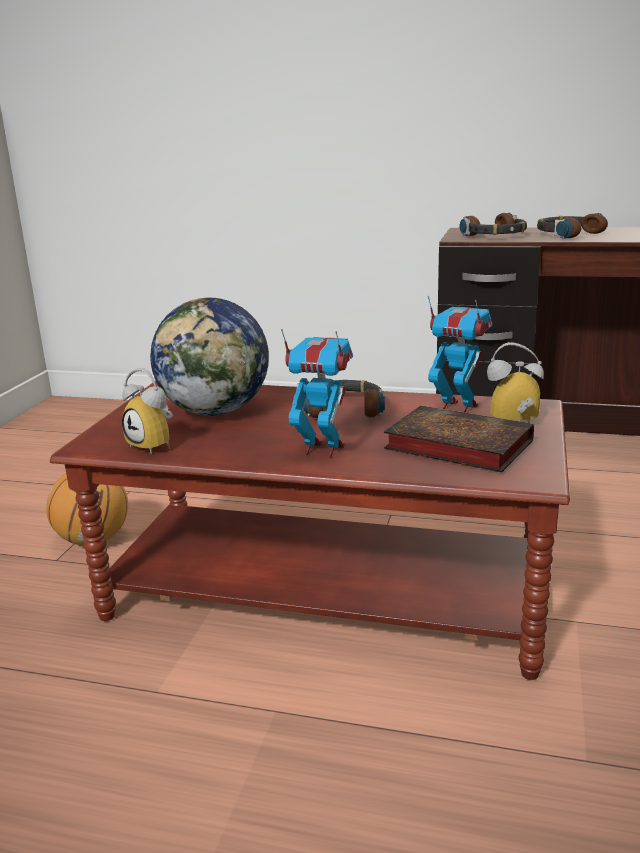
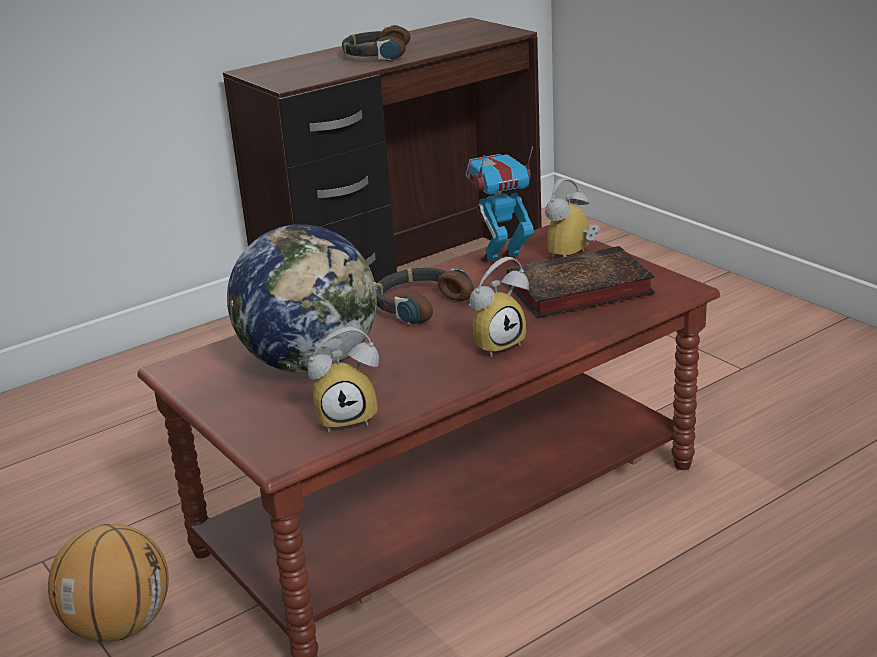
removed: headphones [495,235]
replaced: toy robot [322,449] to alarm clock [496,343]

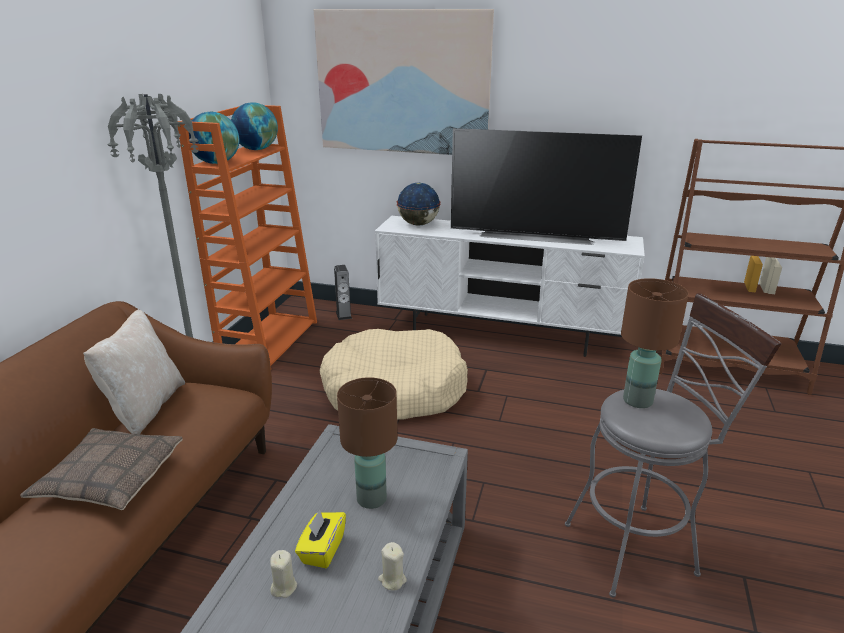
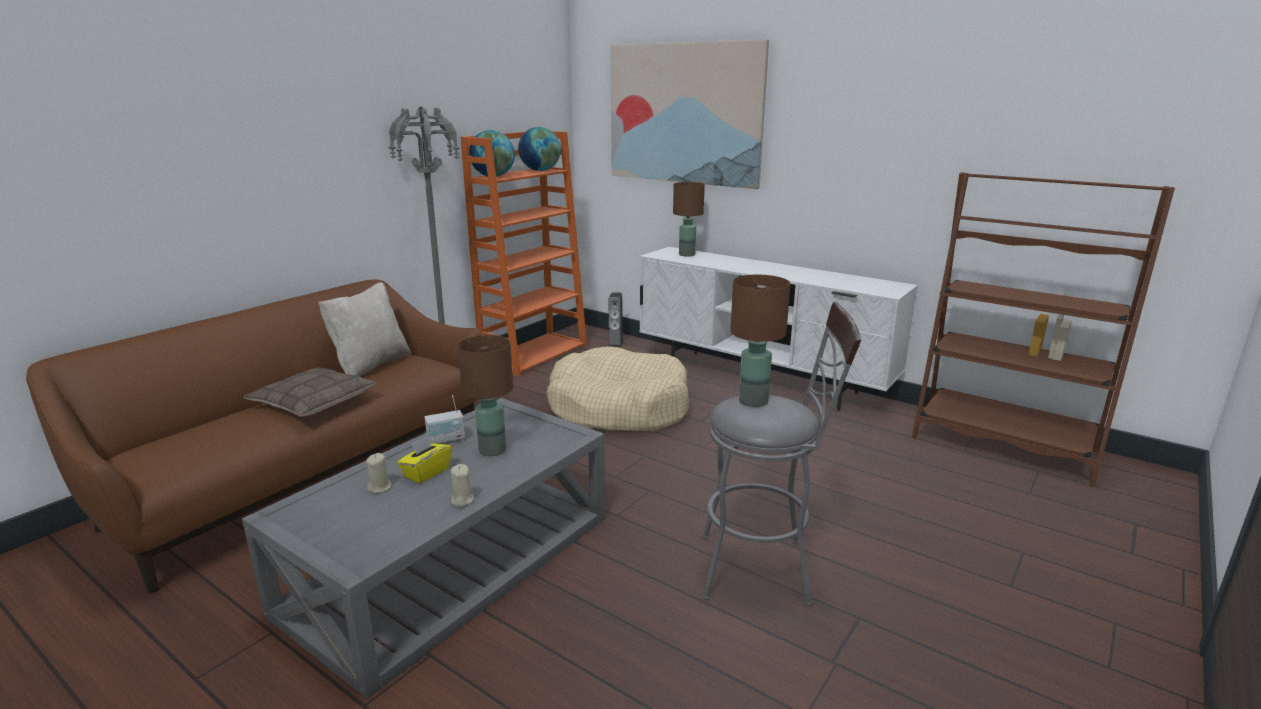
removed: television [536,236]
added: radio [446,439]
replaced: globe [418,224] to brown table lamp [686,255]

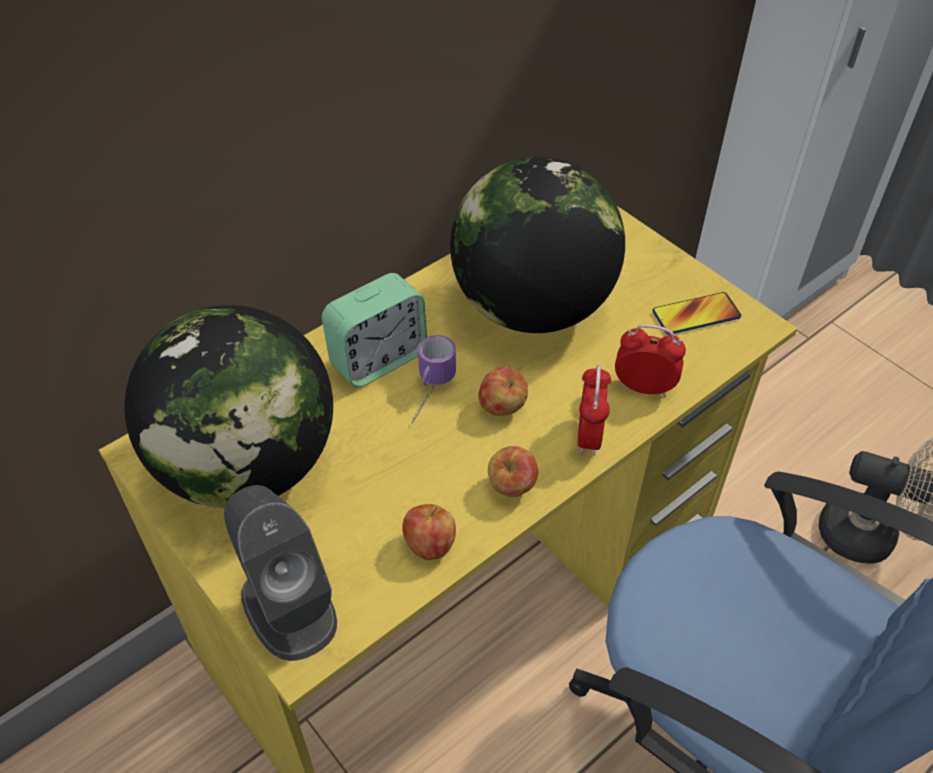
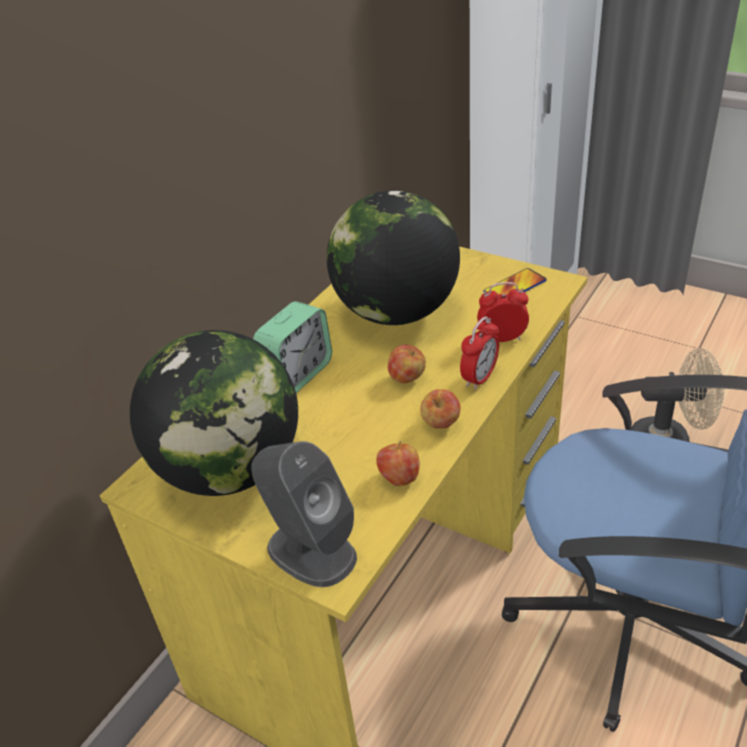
removed: mug [428,395]
turned: alarm clock [589,436] = [479,378] 45 degrees clockwise

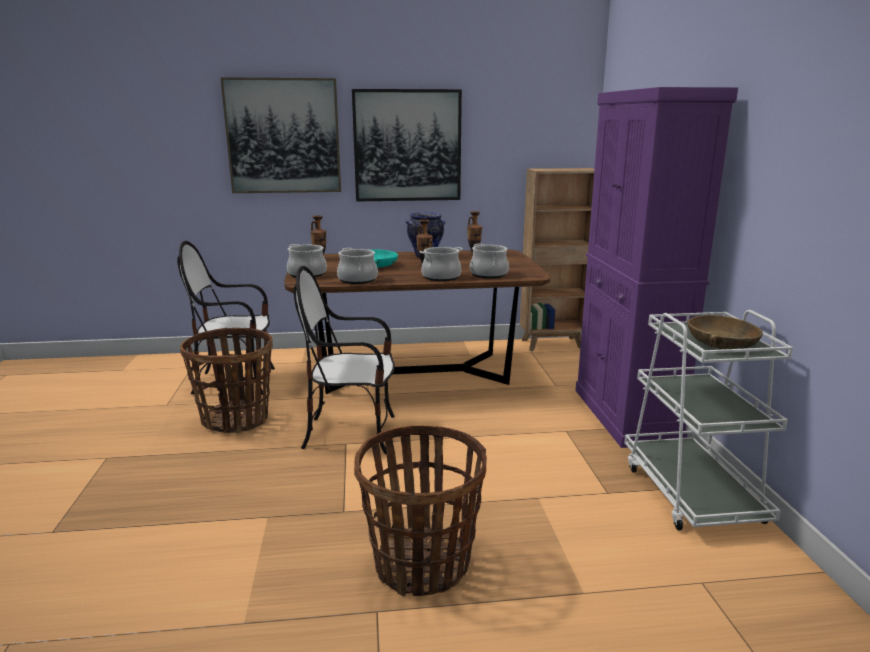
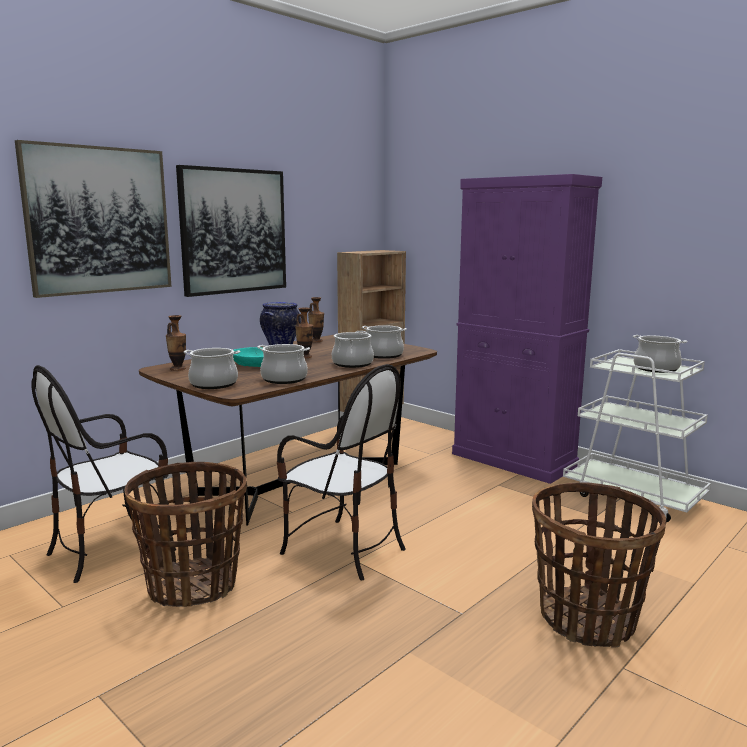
replaced: brown bowl [722,343] to cooking pot [656,368]
turned: chair [352,433] = [343,549] 105 degrees counterclockwise

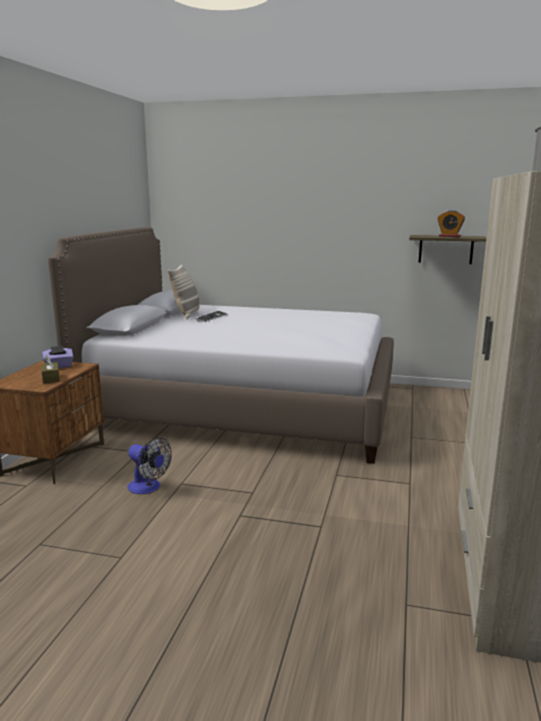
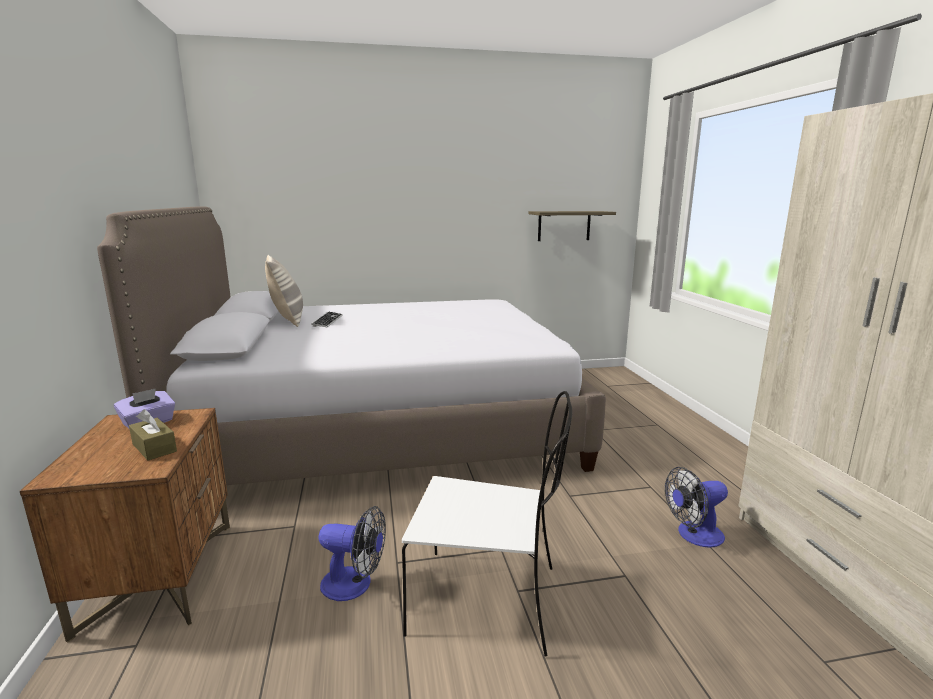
removed: alarm clock [449,236]
added: white chair [488,600]; fan [693,535]

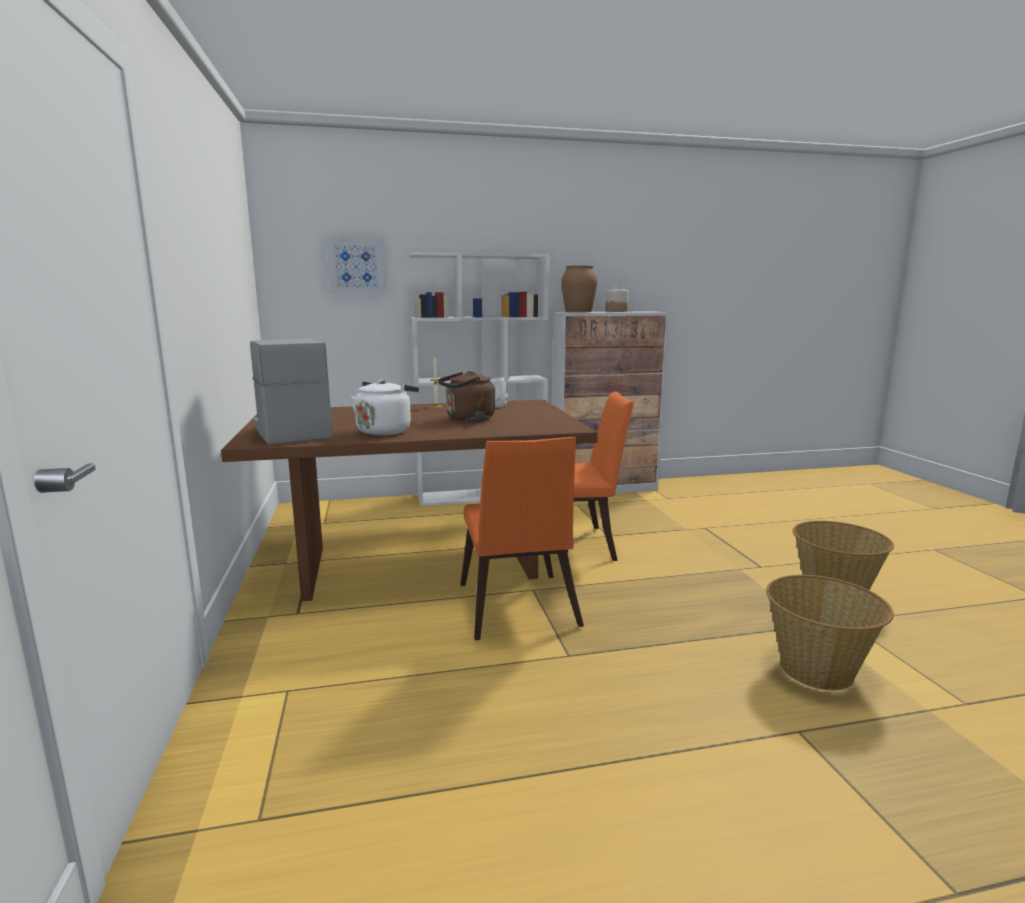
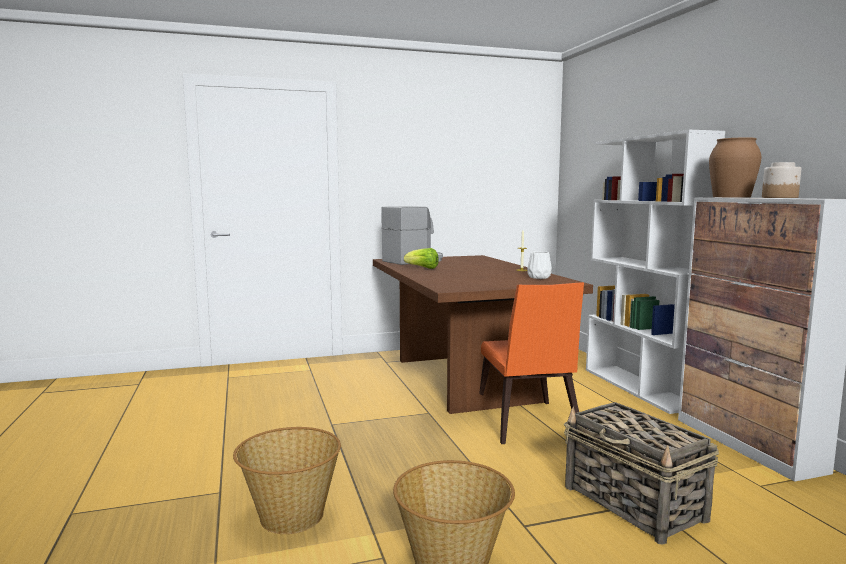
removed: picture [356,266]; brown kettle [467,419]; orange chair [517,610]
added: basket [634,504]
replaced: white kettle [385,431] to lettuce [422,268]

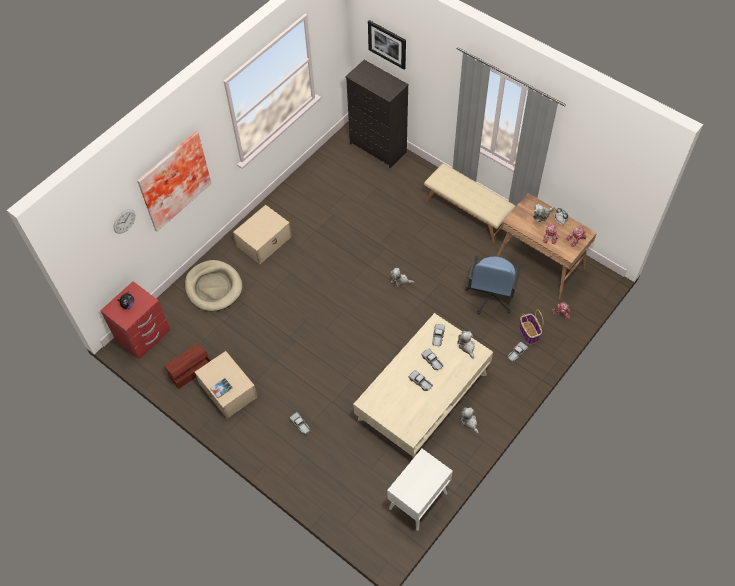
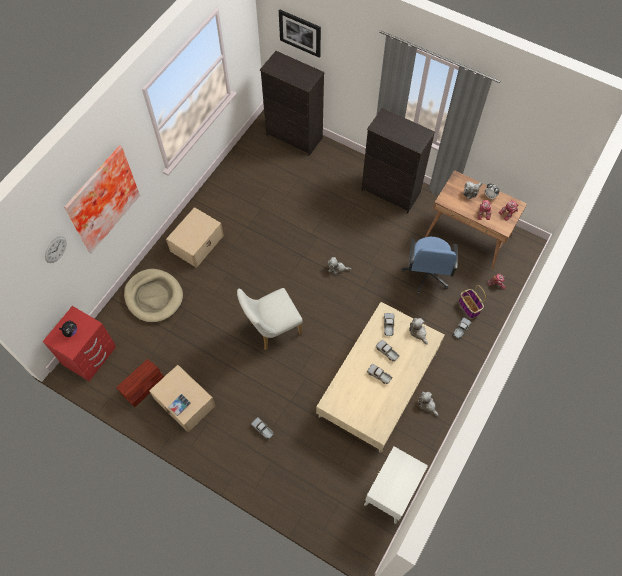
added: white chair [271,329]
replaced: beige bench [467,212] to black dresser [390,192]

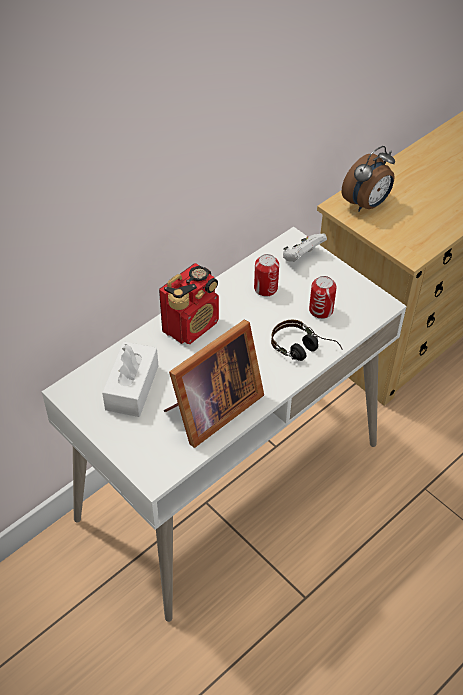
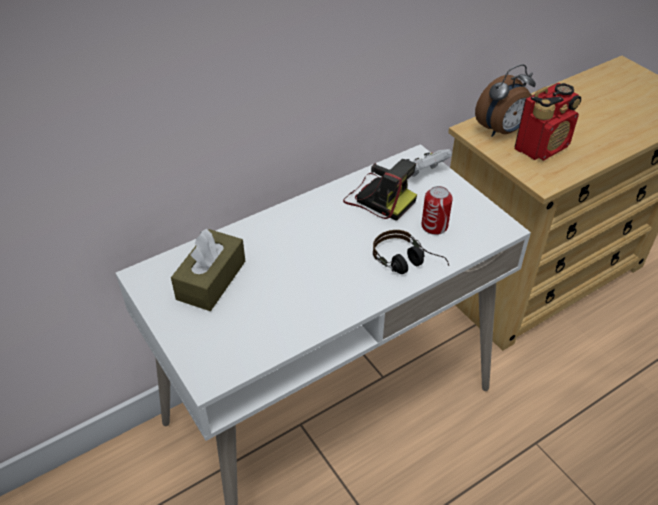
removed: picture frame [210,410]
moved: radio [191,325] to [542,147]
replaced: can [265,288] to photo camera [378,198]
recoloured: white tissue box [132,387] to brown tissue box [211,280]

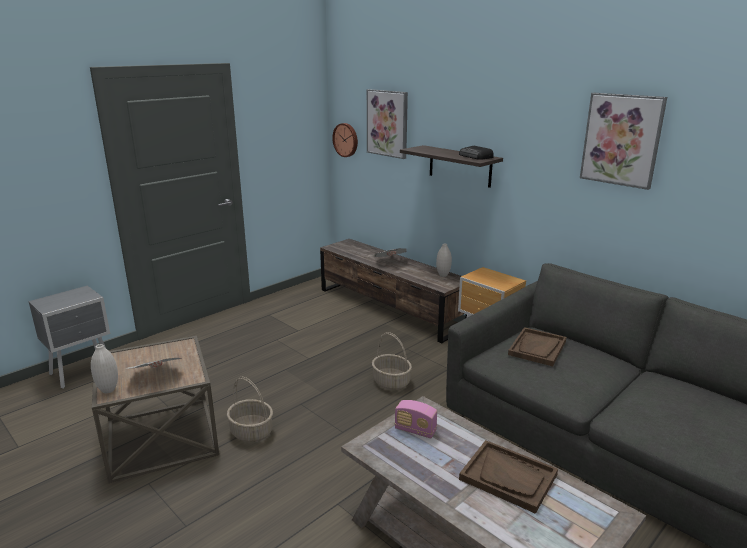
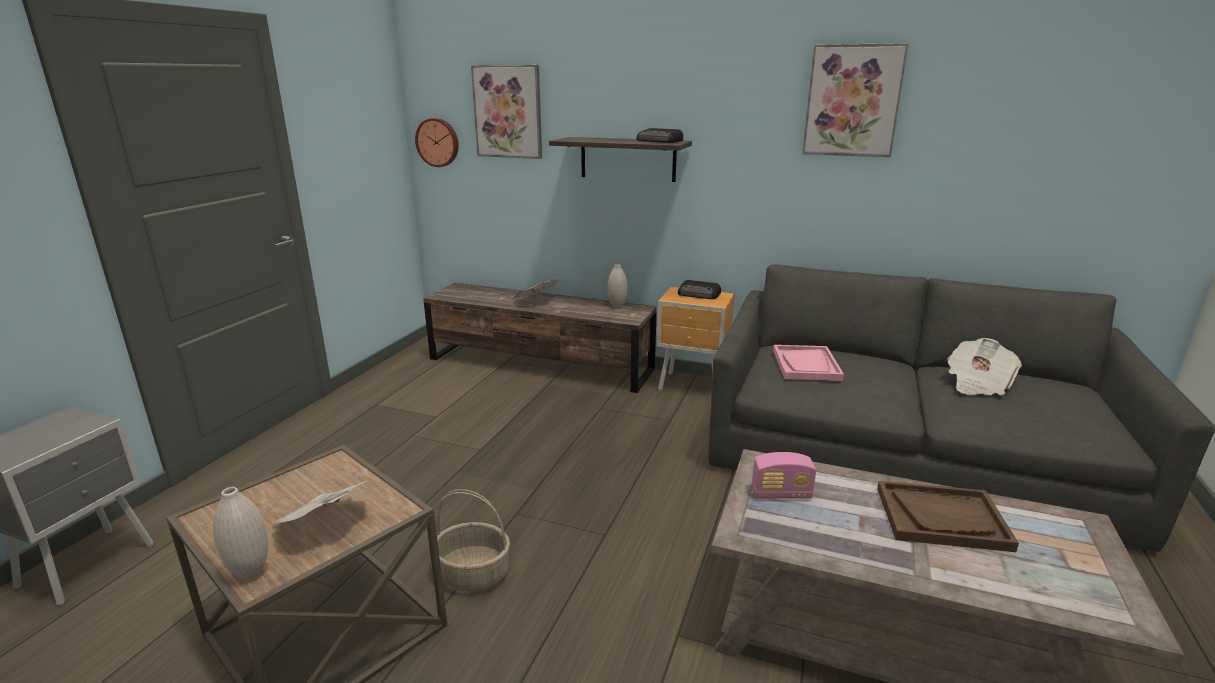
removed: basket [391,382]
added: radio [699,294]; newspaper [977,384]
recoloured: brown tray [537,348] to pink tray [806,365]

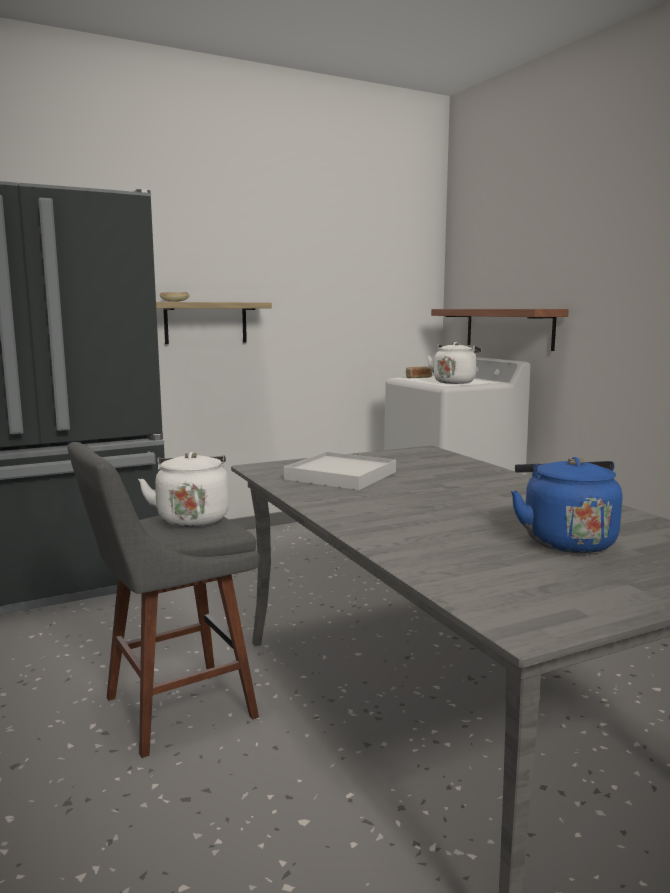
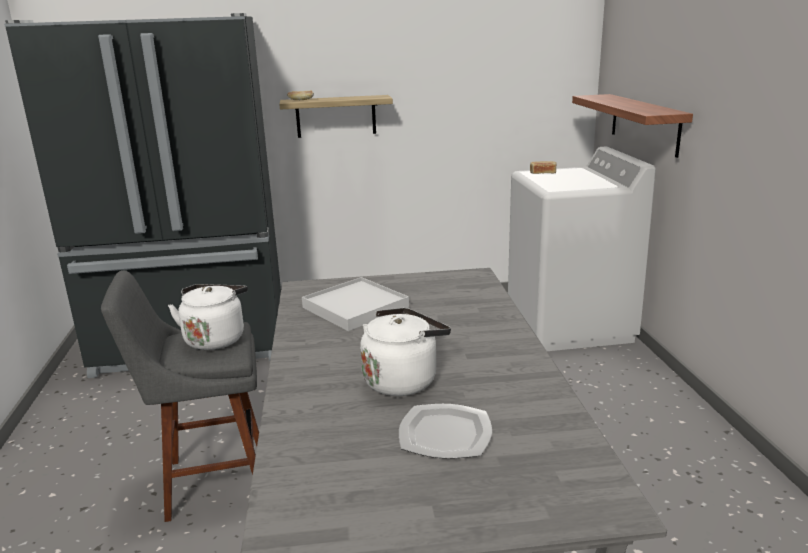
moved: white kettle [454,382] to [403,380]
replaced: blue kettle [564,541] to plate [446,434]

